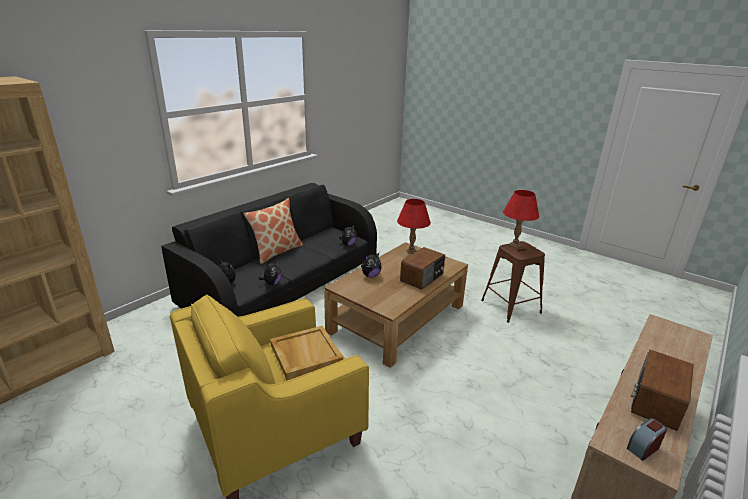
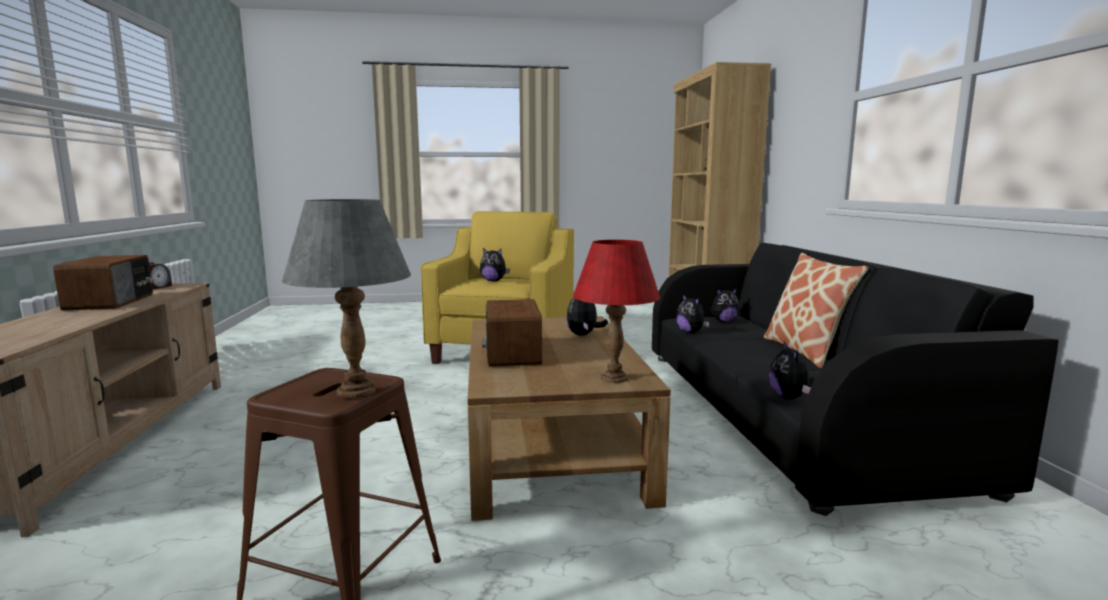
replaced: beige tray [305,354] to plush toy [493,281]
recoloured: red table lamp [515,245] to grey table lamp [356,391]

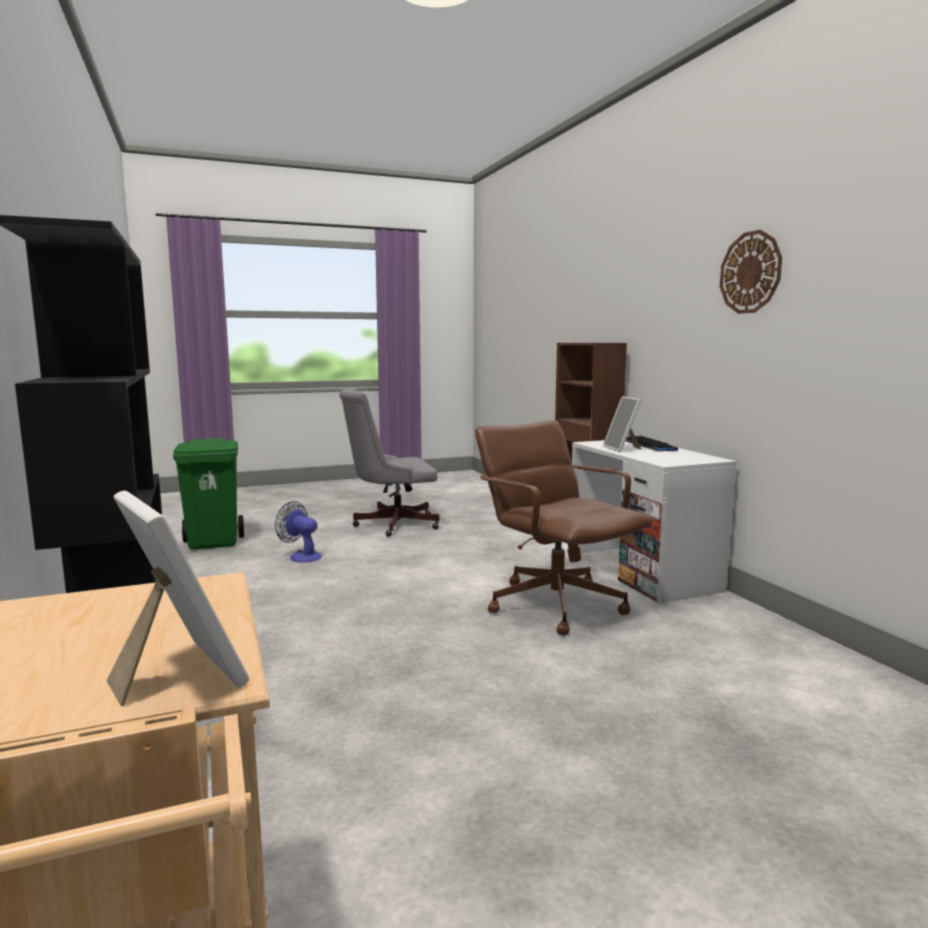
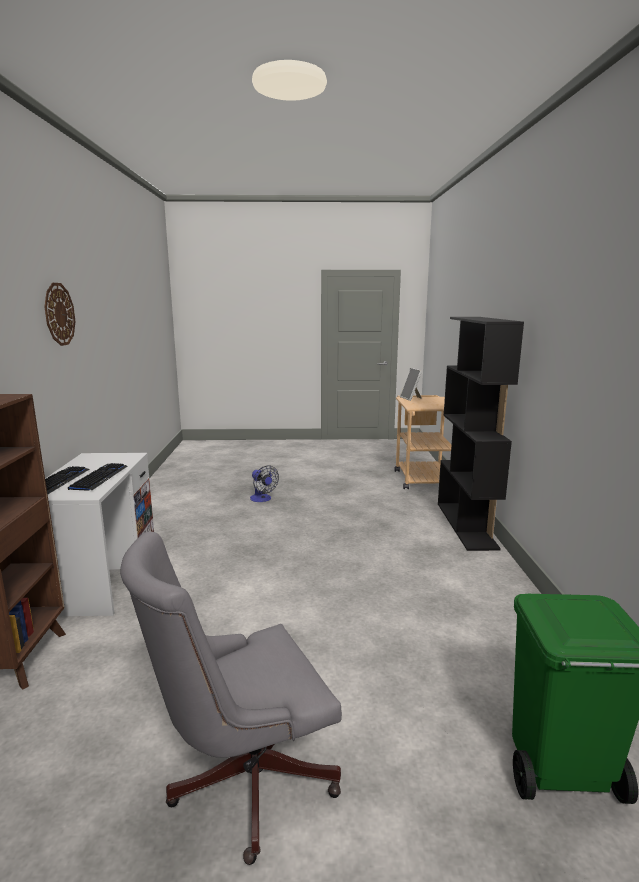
removed: brown office chair [555,604]
moved: fan [301,556] to [262,499]
replaced: picture frame [623,449] to keyboard [99,478]
turned: grey office chair [391,524] = [242,779] 150 degrees clockwise

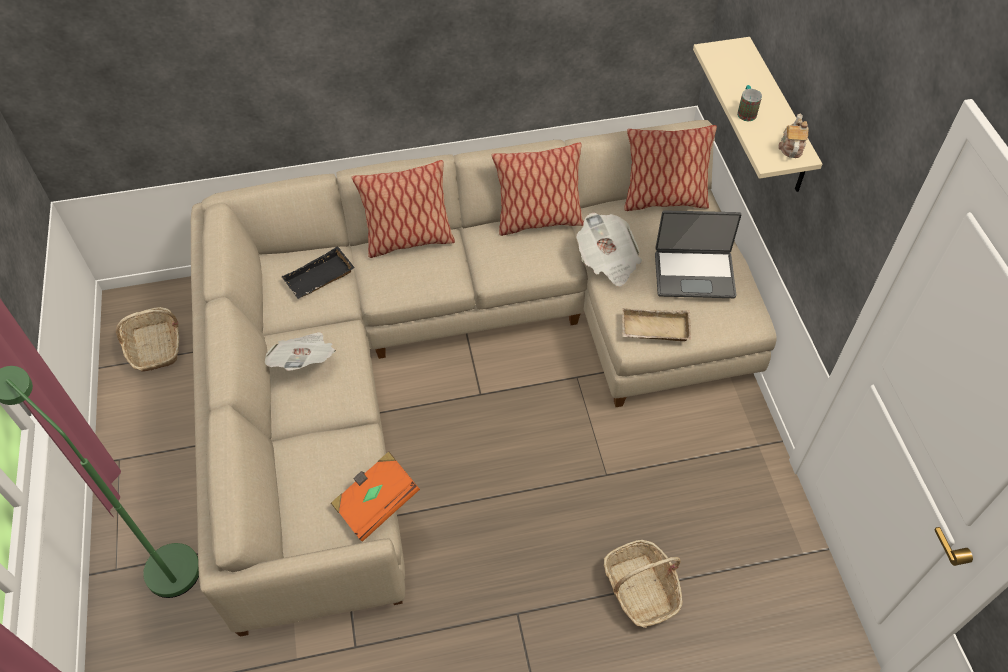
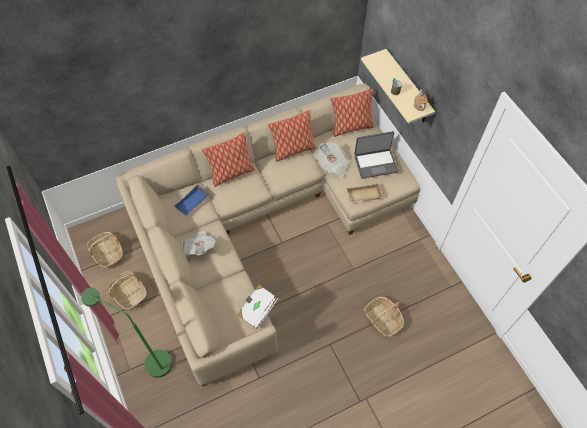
added: basket [129,293]
recoloured: black tray [319,279] to blue tray [192,203]; orange book [376,502] to white book [257,309]

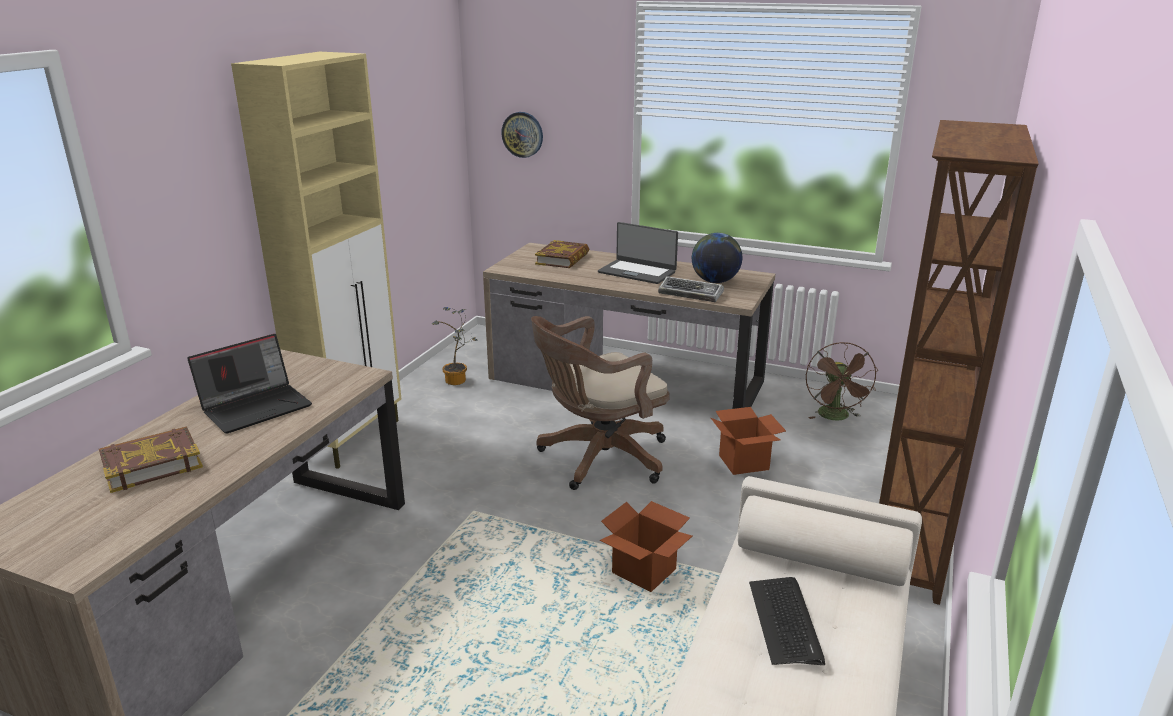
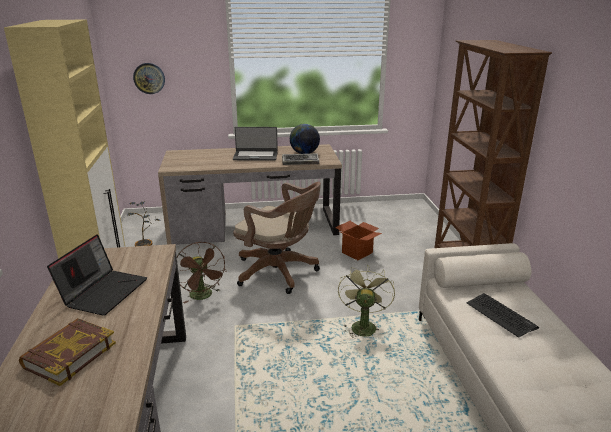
removed: book [562,259]
moved: brown fan [836,417] to [203,296]
replaced: cardboard box [643,572] to green fan [362,325]
turned: brown office chair [598,459] = [279,273] 90 degrees counterclockwise

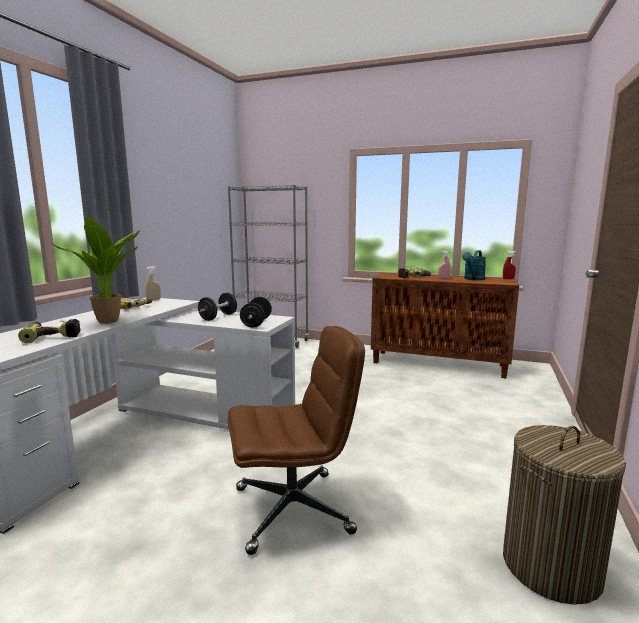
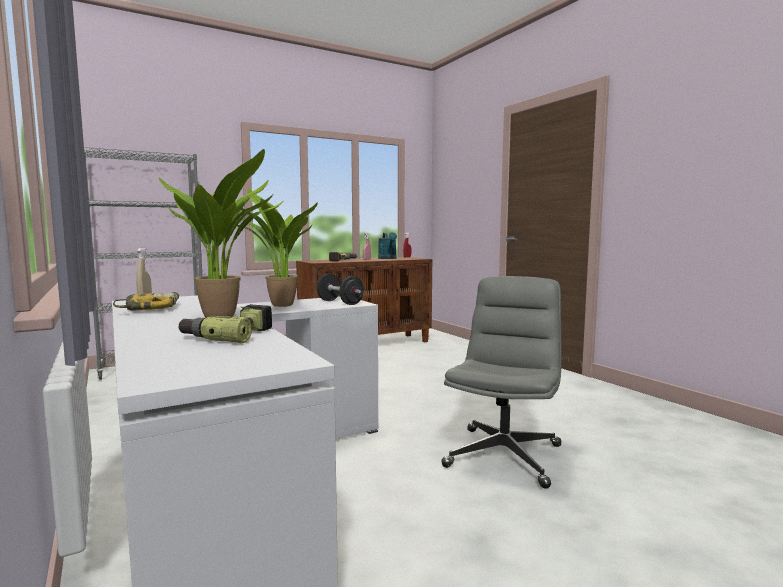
removed: laundry basket [550,567]
replaced: black dumbbell [218,317] to potted plant [278,306]
recoloured: brown office chair [294,509] to grey office chair [504,455]

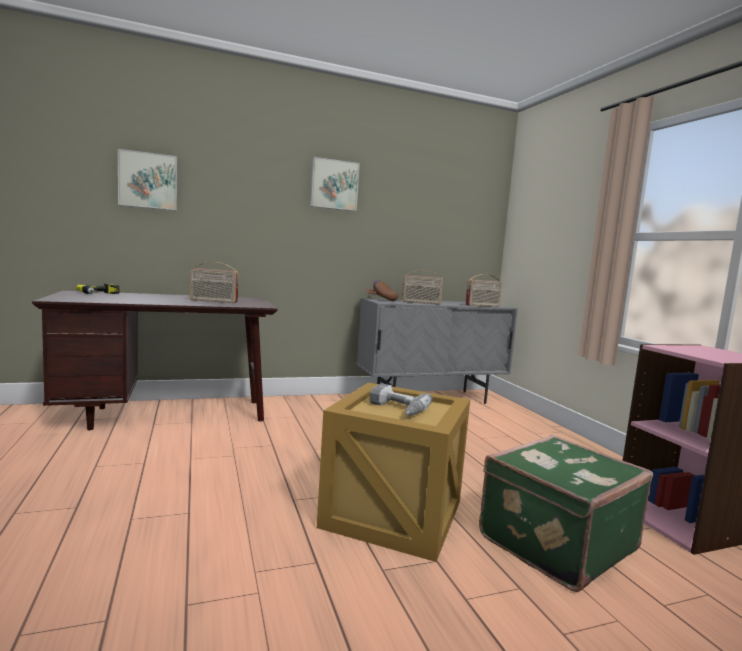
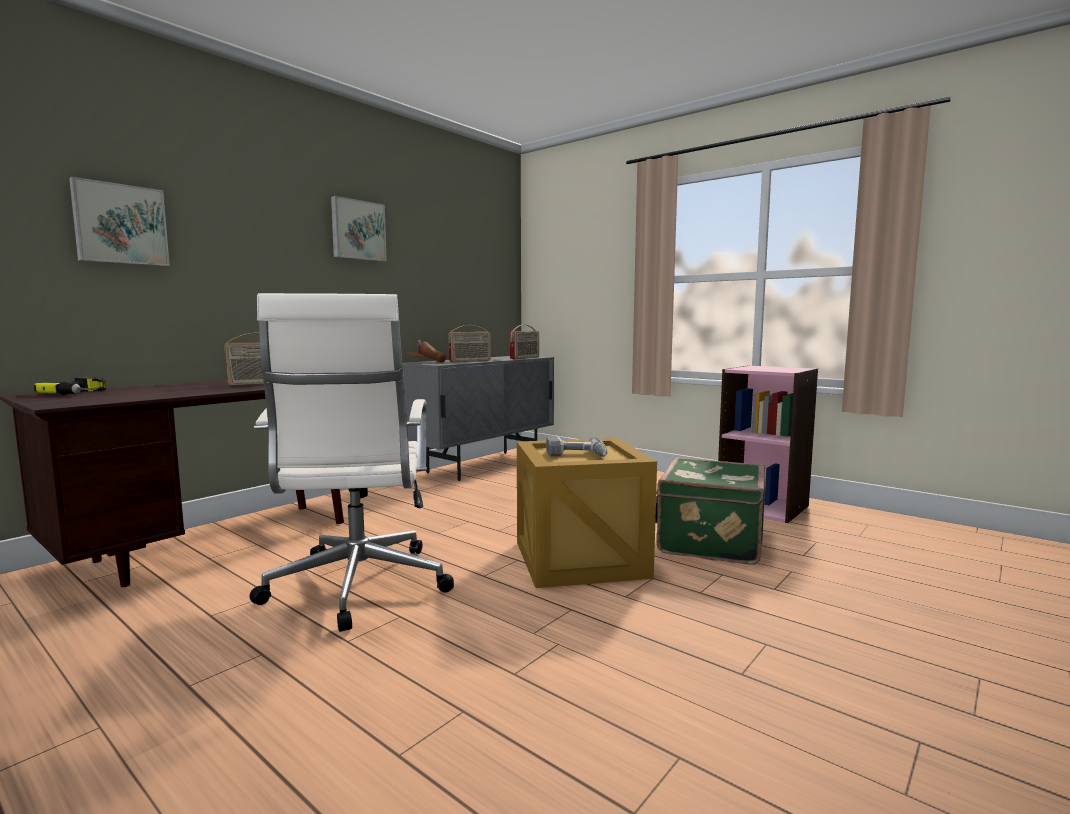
added: white office chair [357,587]

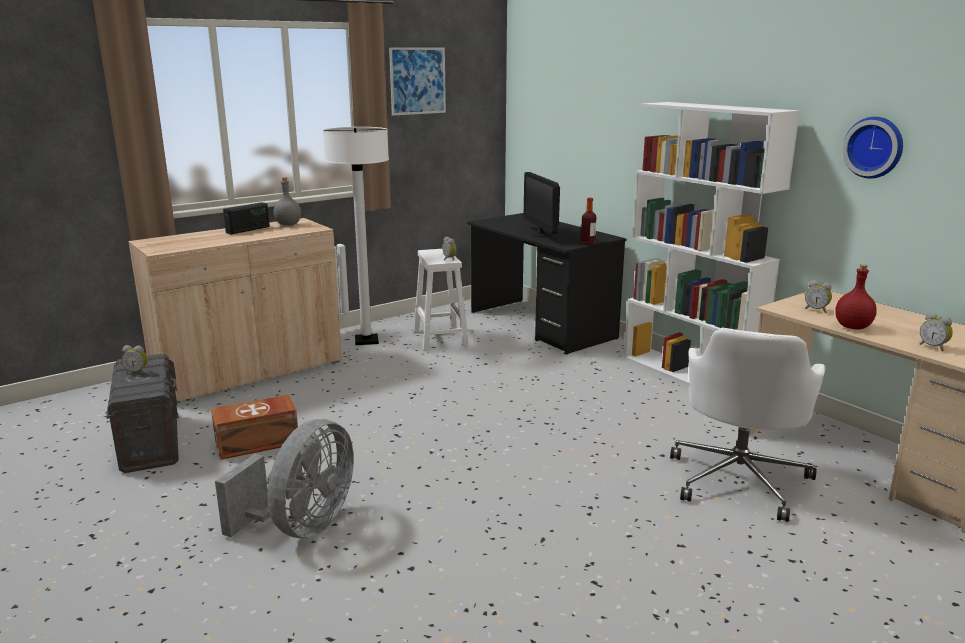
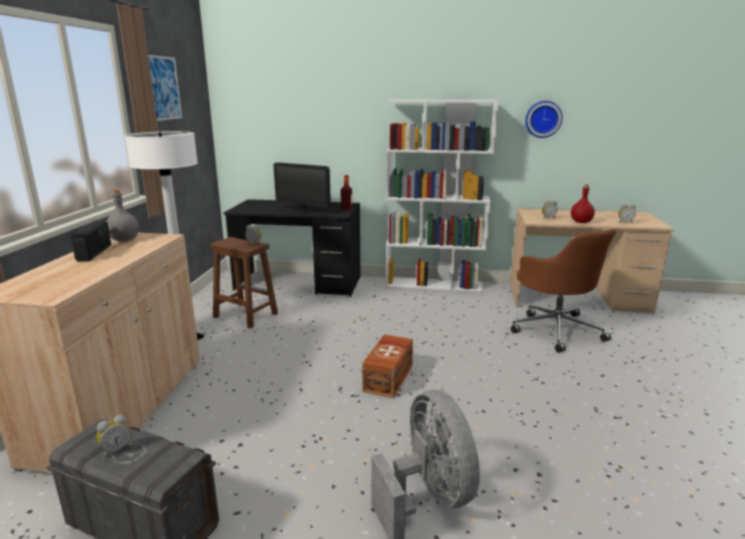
moved: brown storage box [258,443] to [389,378]
recoloured: white stool [440,338] to brown stool [244,315]; white office chair [739,479] to brown office chair [556,329]

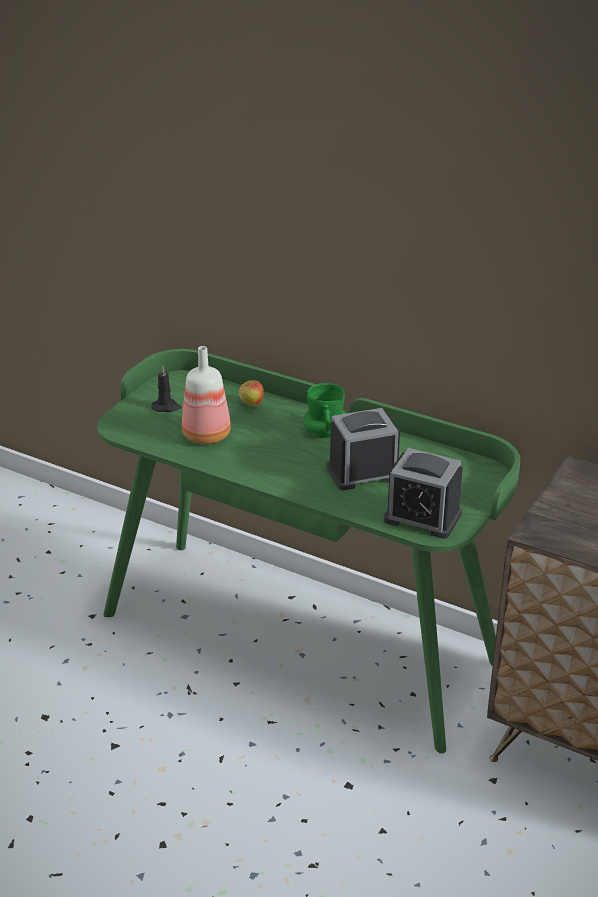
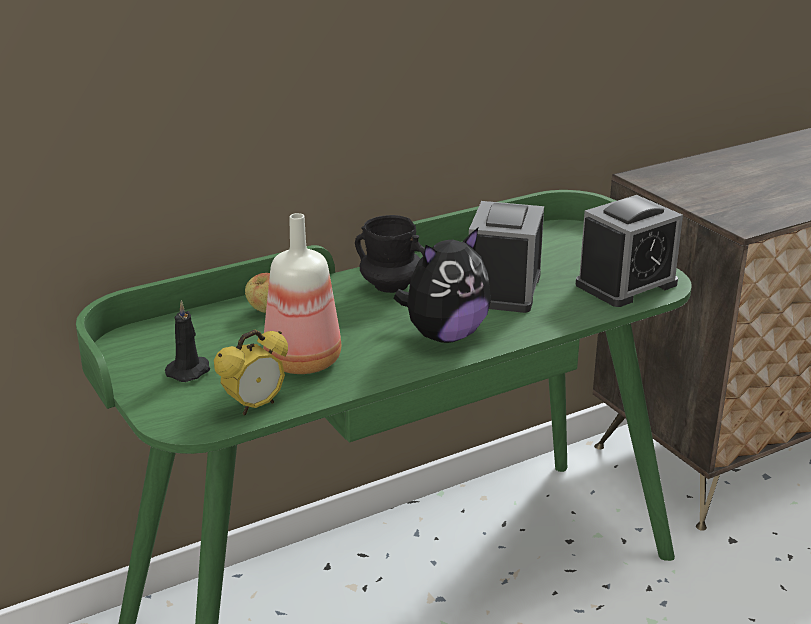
added: plush toy [444,335]; alarm clock [255,406]
recoloured: green mug [325,432] to black mug [391,286]

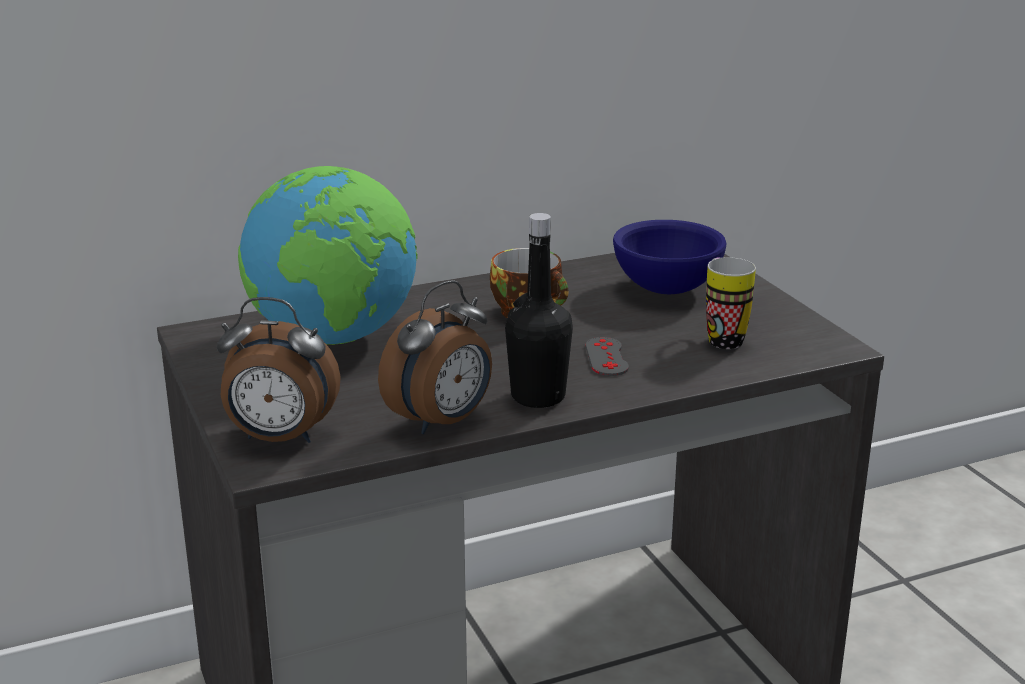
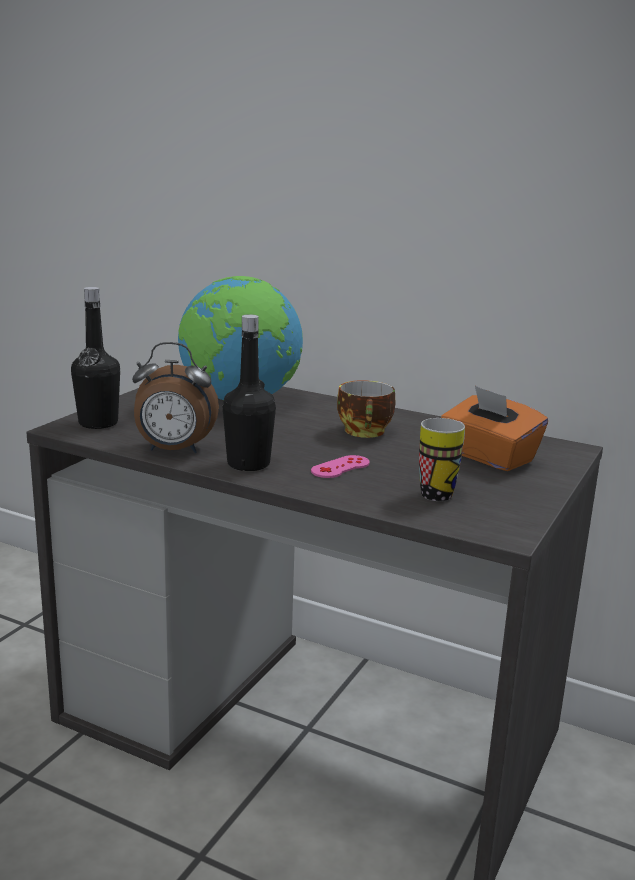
replaced: blue bowl [668,288] to orange tissue box [488,457]; alarm clock [280,438] to black bottle [98,423]
recoloured: grey game controller [606,357] to pink game controller [340,467]

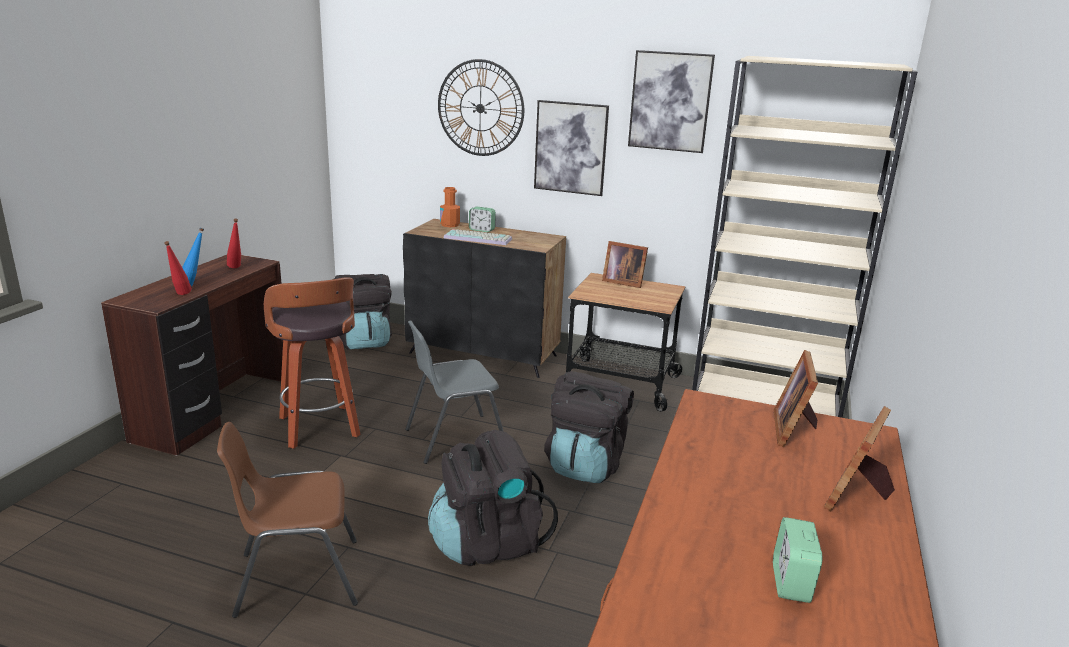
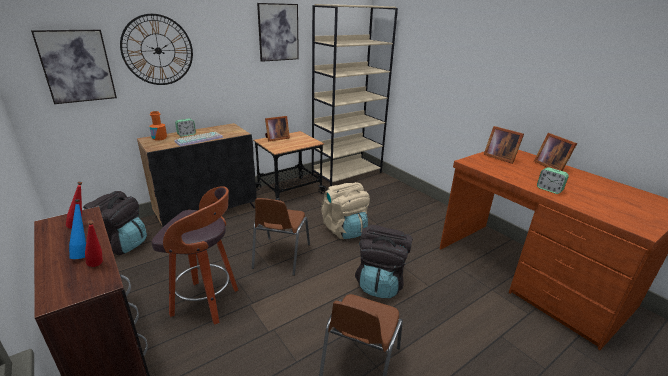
moved: picture [570,148] to [77,66]; alarm clock [791,583] to [549,189]
recoloured: grey chair [453,439] to brown chair [280,256]; black backpack [586,465] to beige backpack [345,229]

